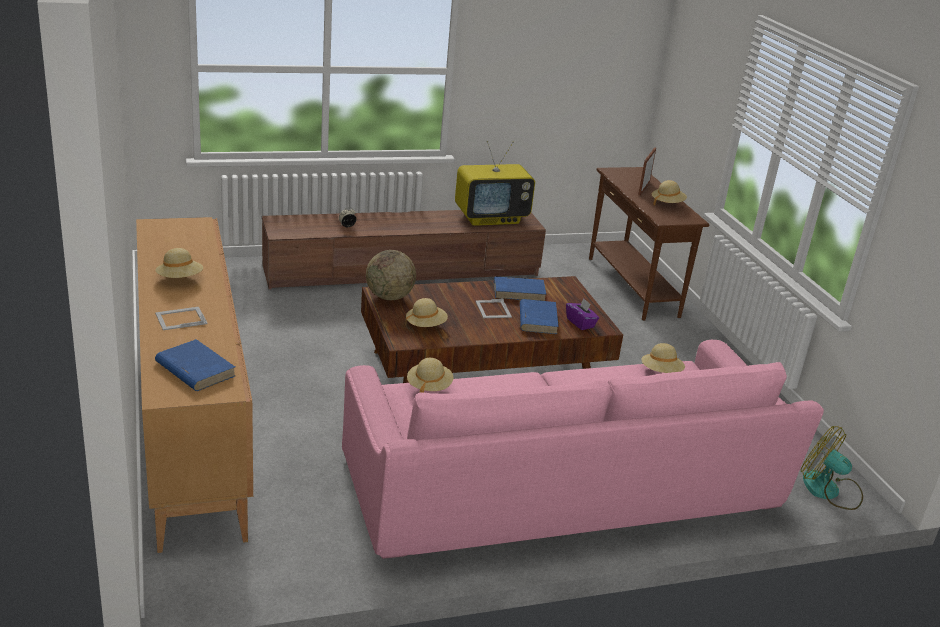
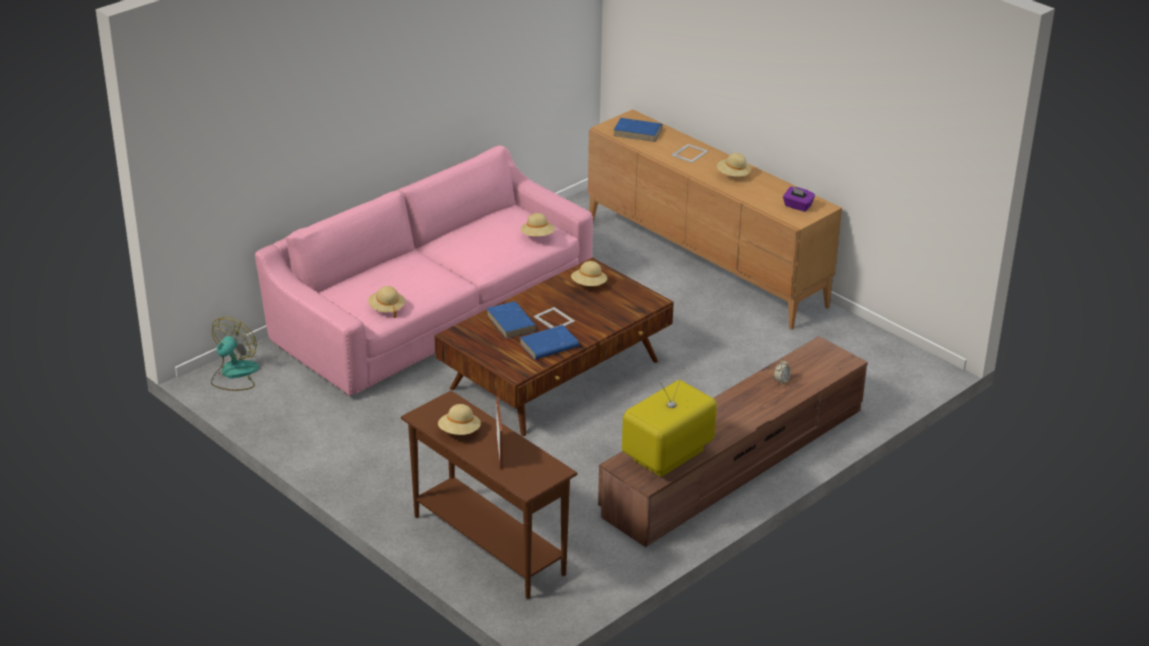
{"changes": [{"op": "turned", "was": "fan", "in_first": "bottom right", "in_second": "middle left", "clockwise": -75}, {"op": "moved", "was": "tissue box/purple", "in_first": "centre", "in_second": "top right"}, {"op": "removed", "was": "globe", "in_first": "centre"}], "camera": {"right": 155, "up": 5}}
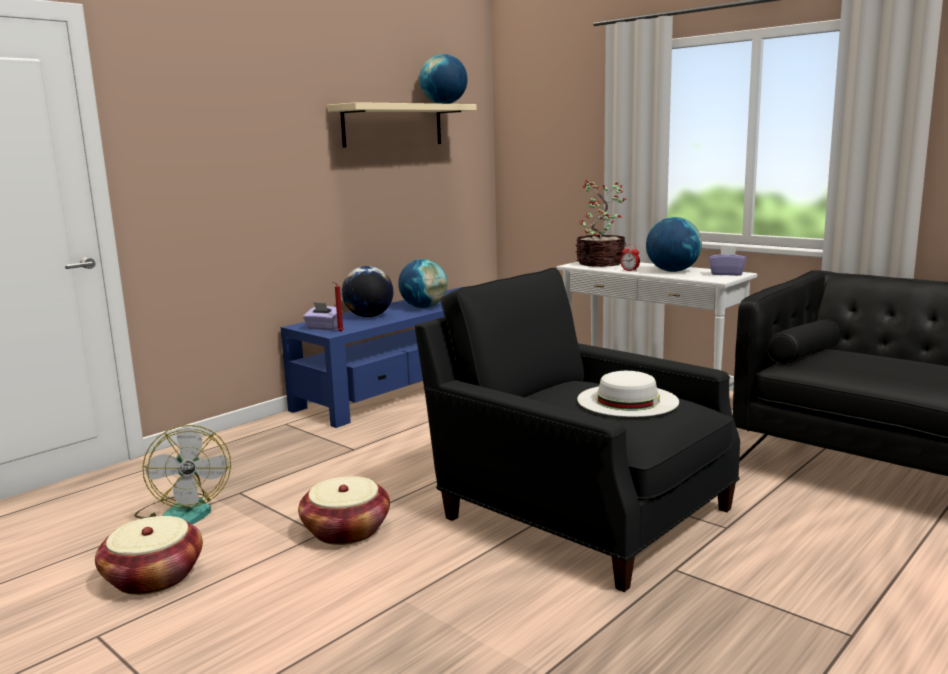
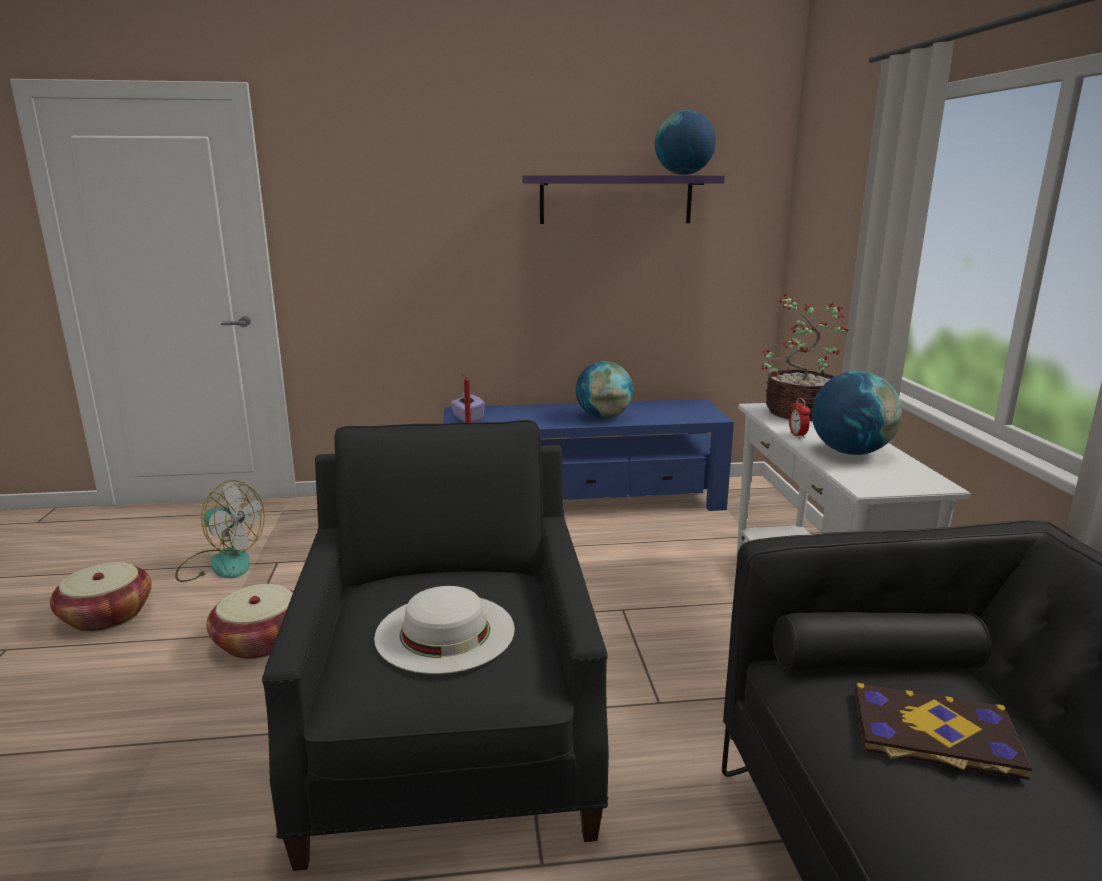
{"changes": [{"op": "turned", "was": "fan", "in_first": "bottom left", "in_second": "middle left", "clockwise": -90}, {"op": "recoloured", "was": "shelf/beige", "now": "shelf/purple", "in_first": "top centre", "in_second": "top centre"}, {"op": "added", "now": "book", "in_second": "bottom right"}, {"op": "removed", "was": "globe (1st from left)", "in_first": "centre"}, {"op": "removed", "was": "tissue box/purple (2nd from left)", "in_first": "middle right"}], "camera": {"right": 40, "up": 5}}
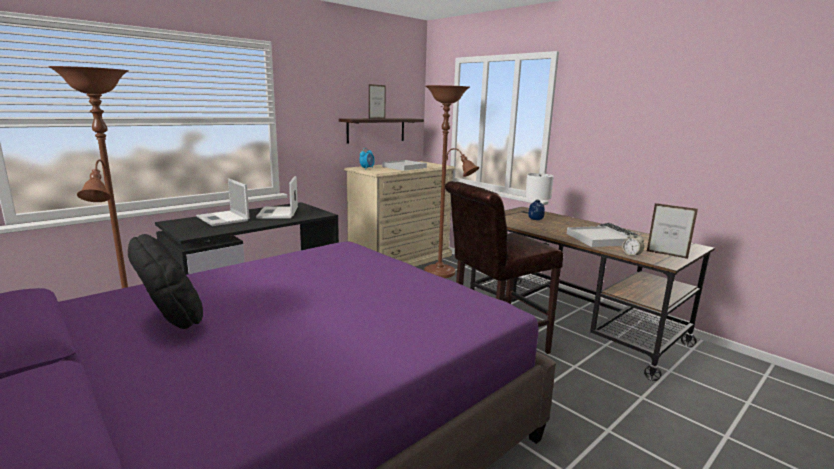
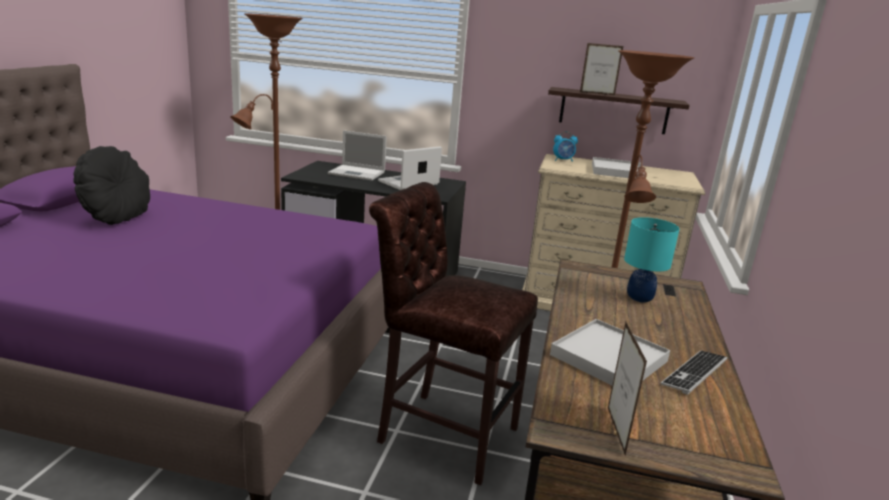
{"changes": [{"op": "turned", "was": "laptop (1st from left)", "in_first": "middle left", "in_second": "top centre", "clockwise": -90}, {"op": "recoloured", "was": "table lamp/white", "now": "table lamp/turquoise", "in_first": "centre", "in_second": "middle right"}, {"op": "removed", "was": "alarm clock (2nd from left)", "in_first": "middle right"}], "camera": {"right": 55, "up": 5}}
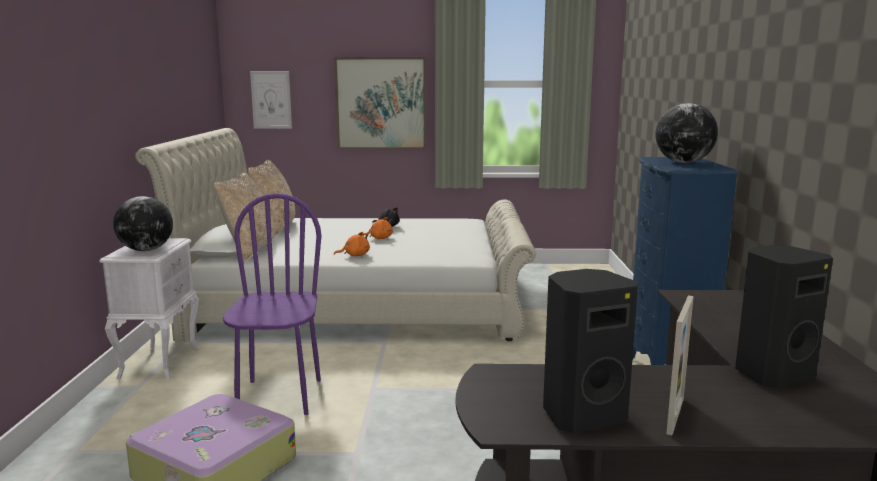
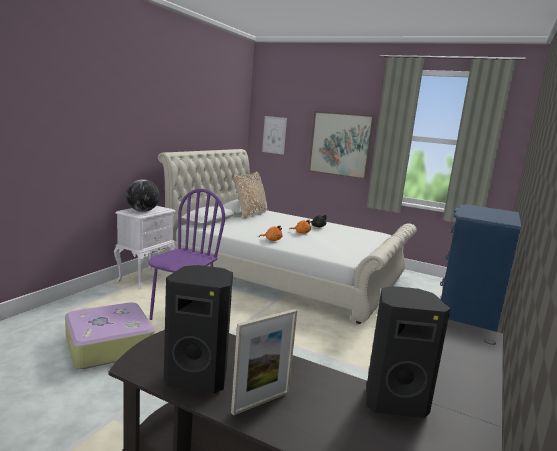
{"changes": [{"op": "removed", "was": "pillow/beige (1st from left)", "in_first": "middle left"}, {"op": "removed", "was": "globe (2nd from left)", "in_first": "top right"}], "camera": {"right": 25, "up": 0}}
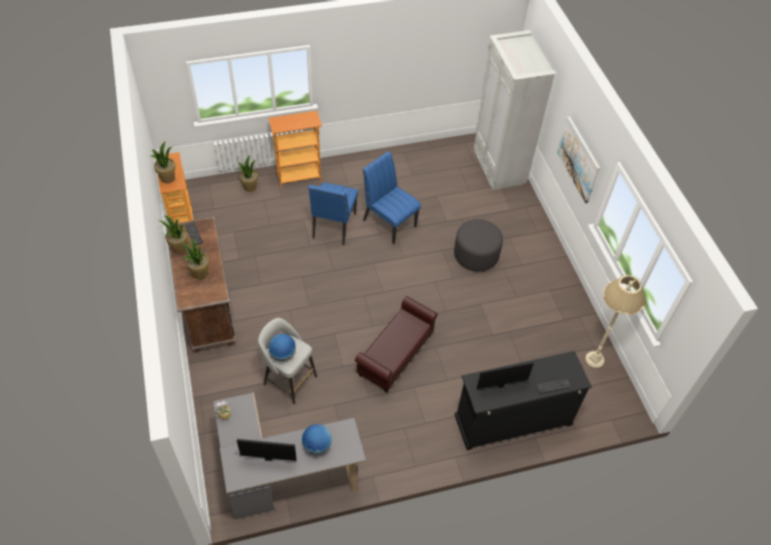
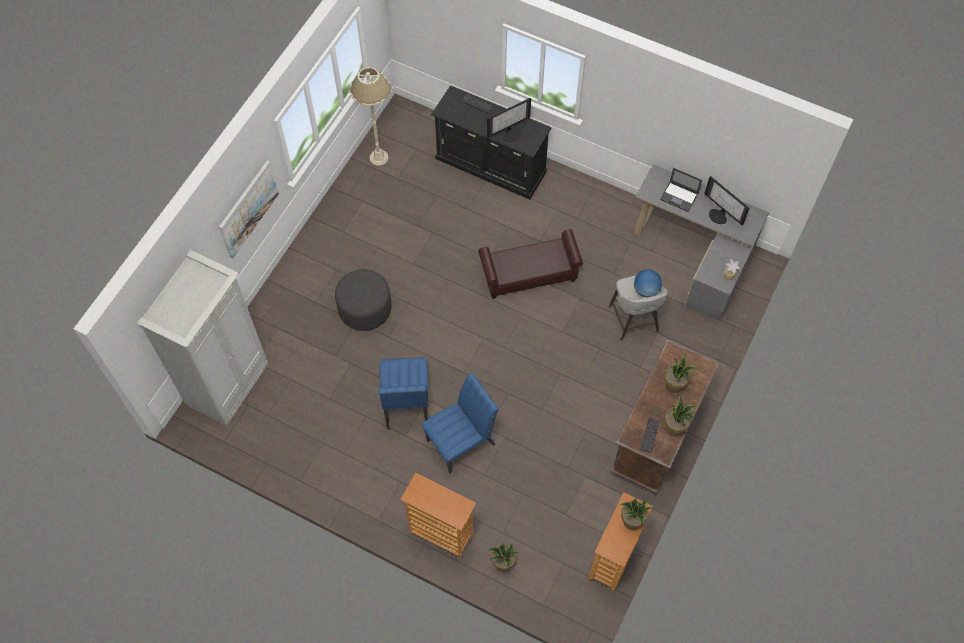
{"changes": [{"op": "turned", "was": "monitor (2nd from left in the first image)", "in_first": "bottom centre", "in_second": "top centre", "clockwise": -60}, {"op": "replaced", "was": "globe (2nd from left)", "now": "laptop", "in_first": "bottom centre", "in_second": "top right"}], "camera": {"right": -135, "up": 10}}
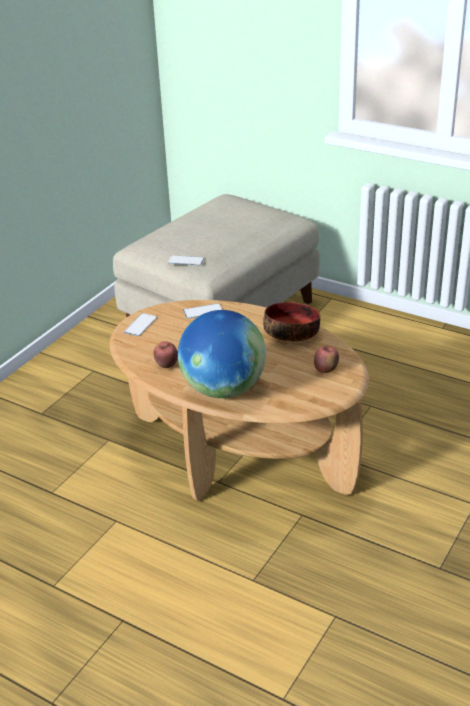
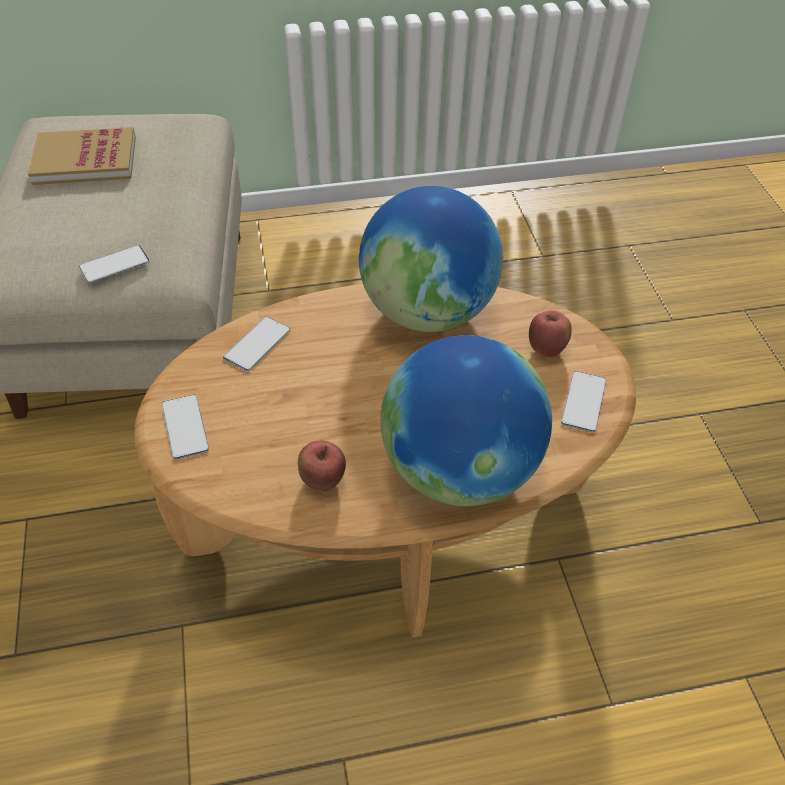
{"changes": [{"op": "added", "now": "book", "in_second": "top left"}, {"op": "replaced", "was": "bowl", "now": "globe (1st from left)", "in_first": "centre", "in_second": "top centre"}, {"op": "added", "now": "phone (4th from left)", "in_second": "middle right"}], "camera": {"right": -45, "up": 15}}
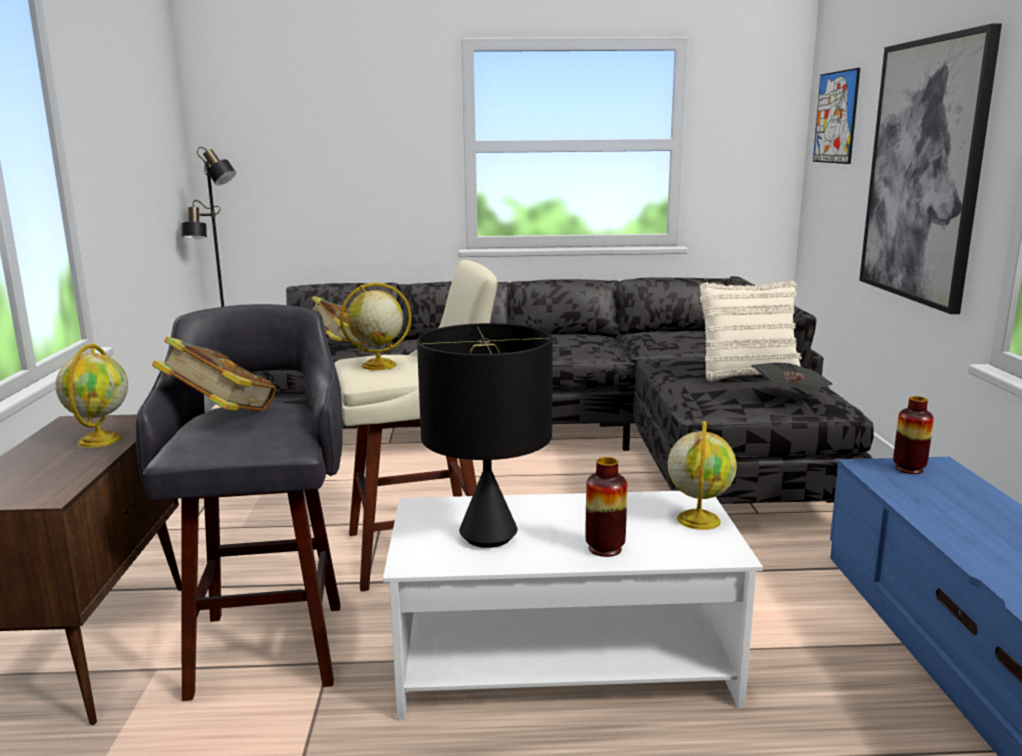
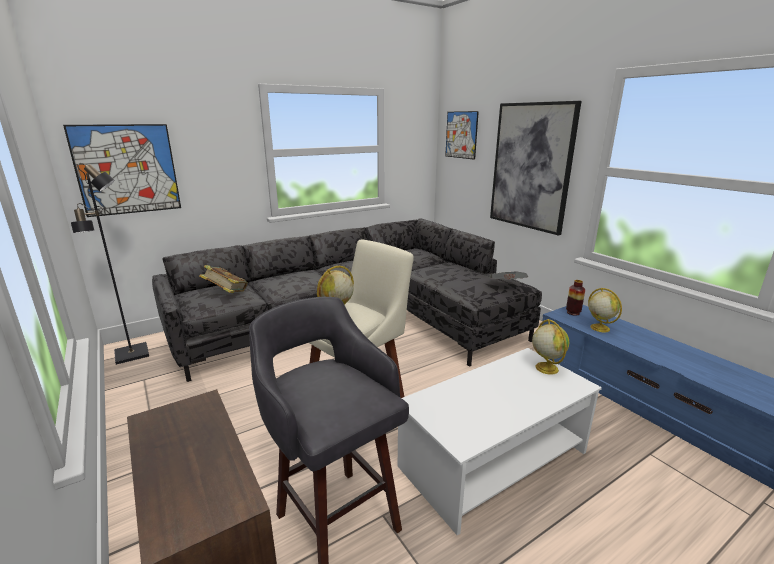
{"changes": [{"op": "added", "now": "picture (1st from left)", "in_second": "top left"}, {"op": "moved", "was": "globe (1st from left in the first image)", "now": "globe (3rd from left)", "in_first": "middle left", "in_second": "middle right"}, {"op": "removed", "was": "book (1st from left)", "in_first": "middle left"}, {"op": "removed", "was": "table lamp/black", "in_first": "centre"}, {"op": "removed", "was": "vase (1st from left)", "in_first": "bottom centre"}, {"op": "removed", "was": "pillow/beige", "in_first": "middle right"}], "camera": {"right": -30, "up": 5}}
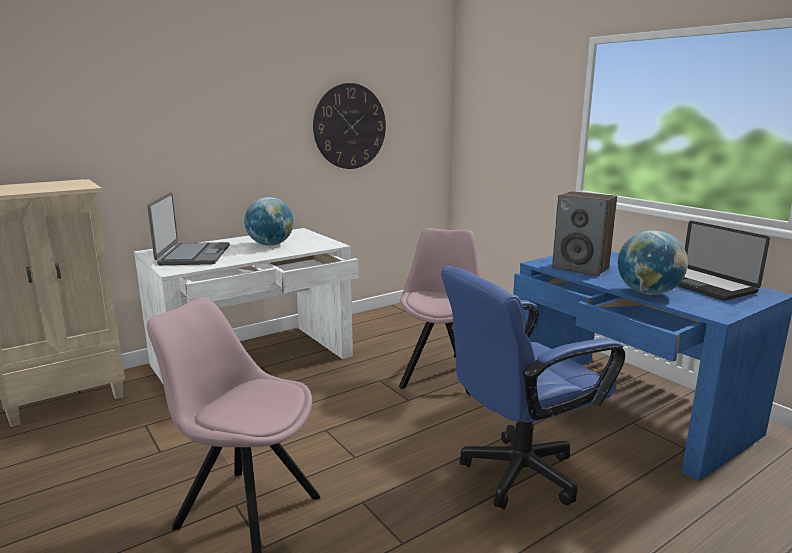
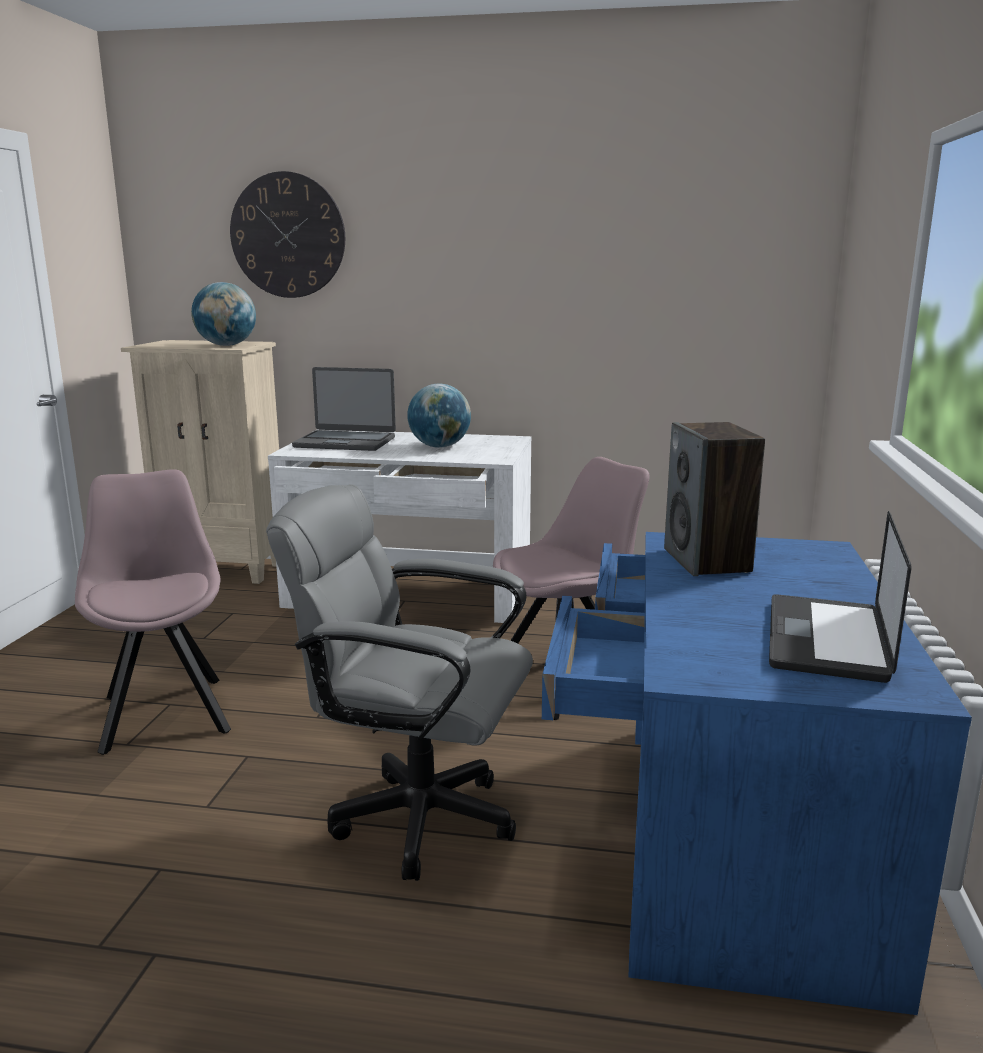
{"changes": [{"op": "moved", "was": "globe (2nd from left in the first image)", "now": "globe (1st from left)", "in_first": "middle right", "in_second": "top left"}, {"op": "moved", "was": "wall clock", "in_first": "top centre", "in_second": "top left"}, {"op": "recoloured", "was": "office chair/blue", "now": "office chair/grey", "in_first": "bottom right", "in_second": "centre"}, {"op": "turned", "was": "laptop (1st from left)", "in_first": "middle left", "in_second": "centre", "clockwise": 60}], "camera": {"right": 45, "up": 0}}
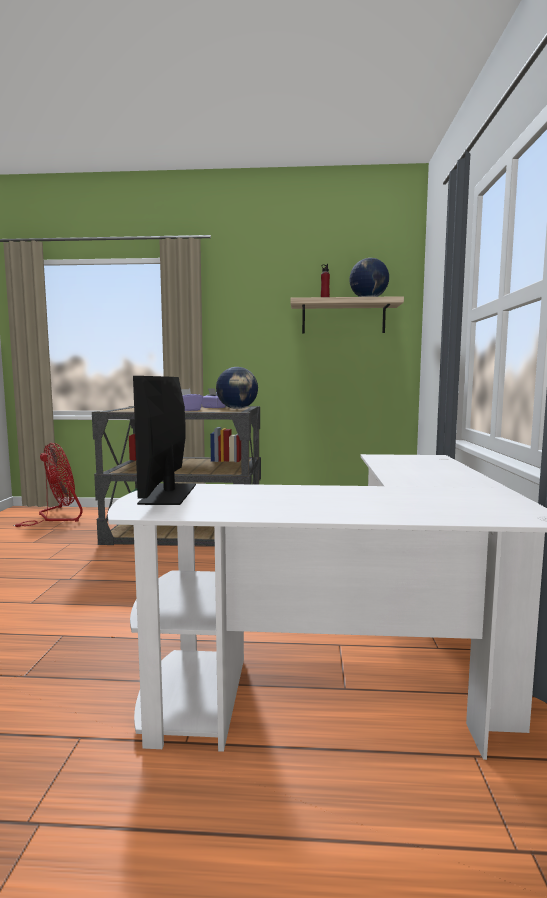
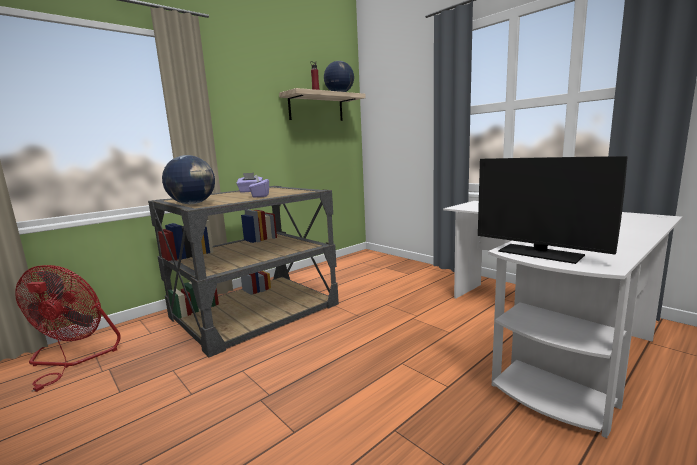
{"changes": [{"op": "moved", "was": "globe (1st from left)", "in_first": "centre", "in_second": "middle left"}], "camera": {"right": -45, "up": 5}}
